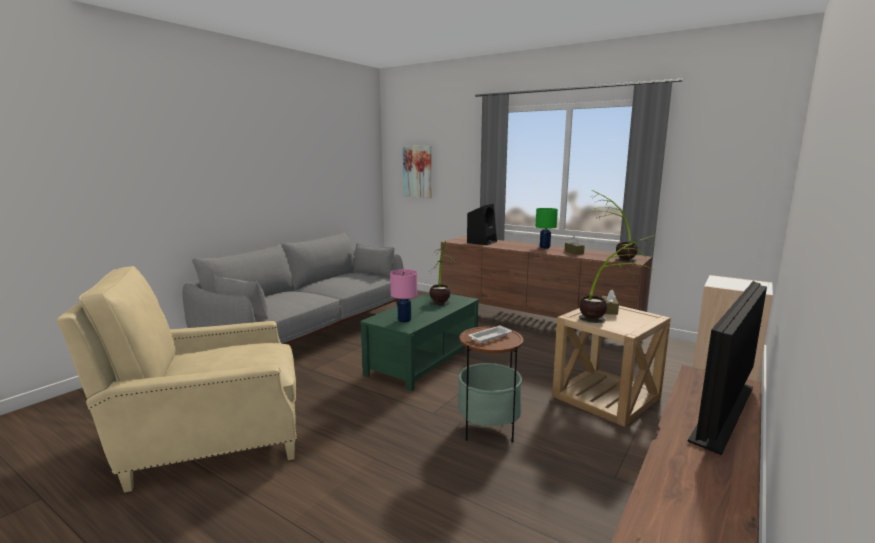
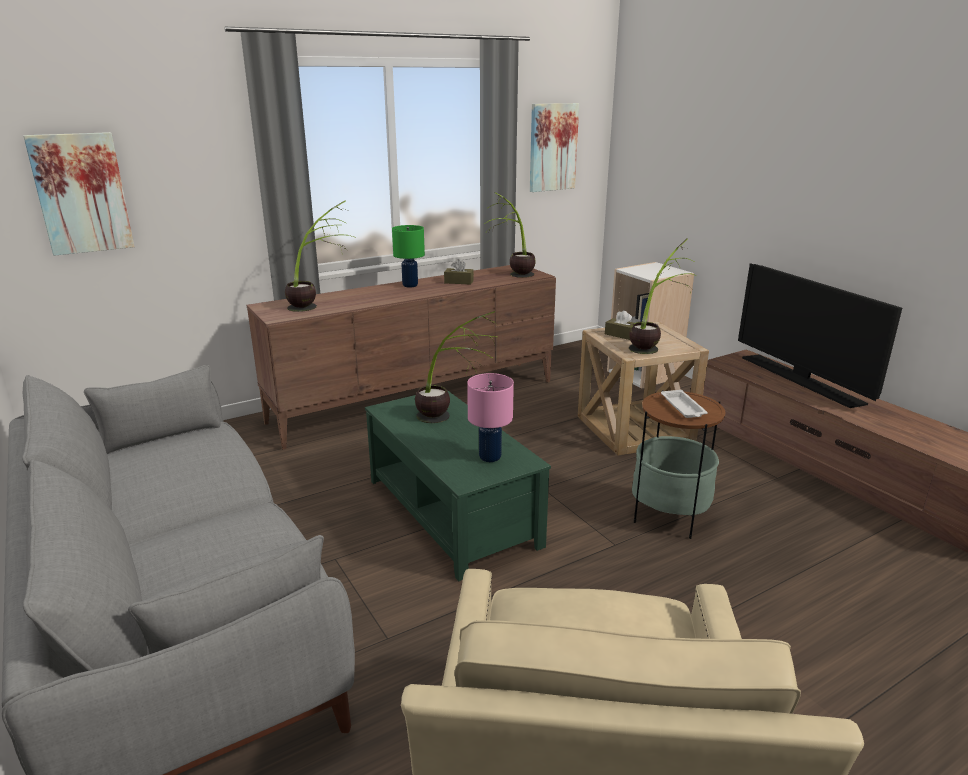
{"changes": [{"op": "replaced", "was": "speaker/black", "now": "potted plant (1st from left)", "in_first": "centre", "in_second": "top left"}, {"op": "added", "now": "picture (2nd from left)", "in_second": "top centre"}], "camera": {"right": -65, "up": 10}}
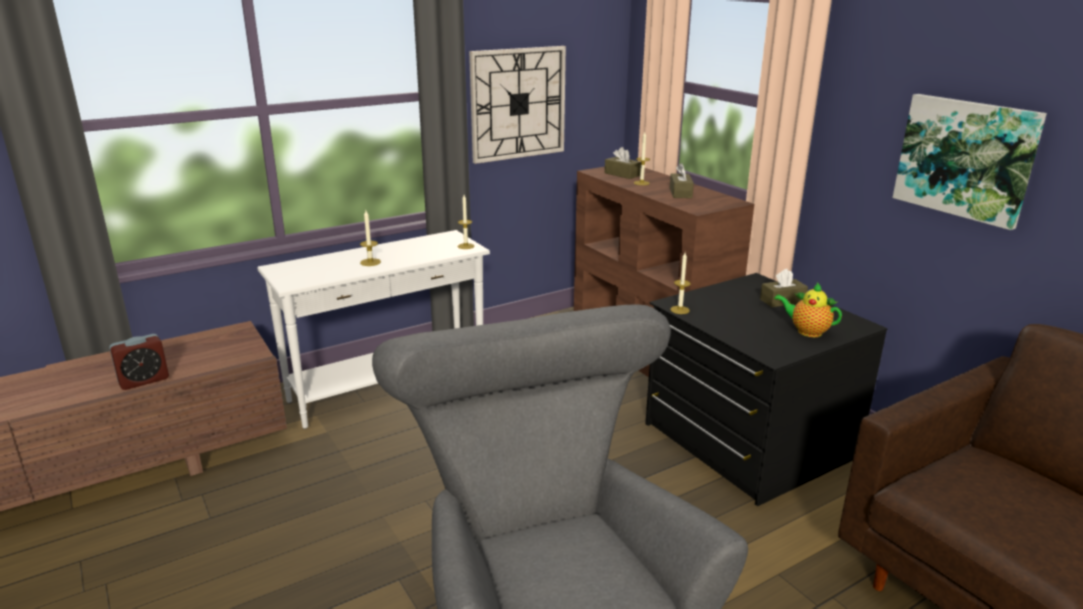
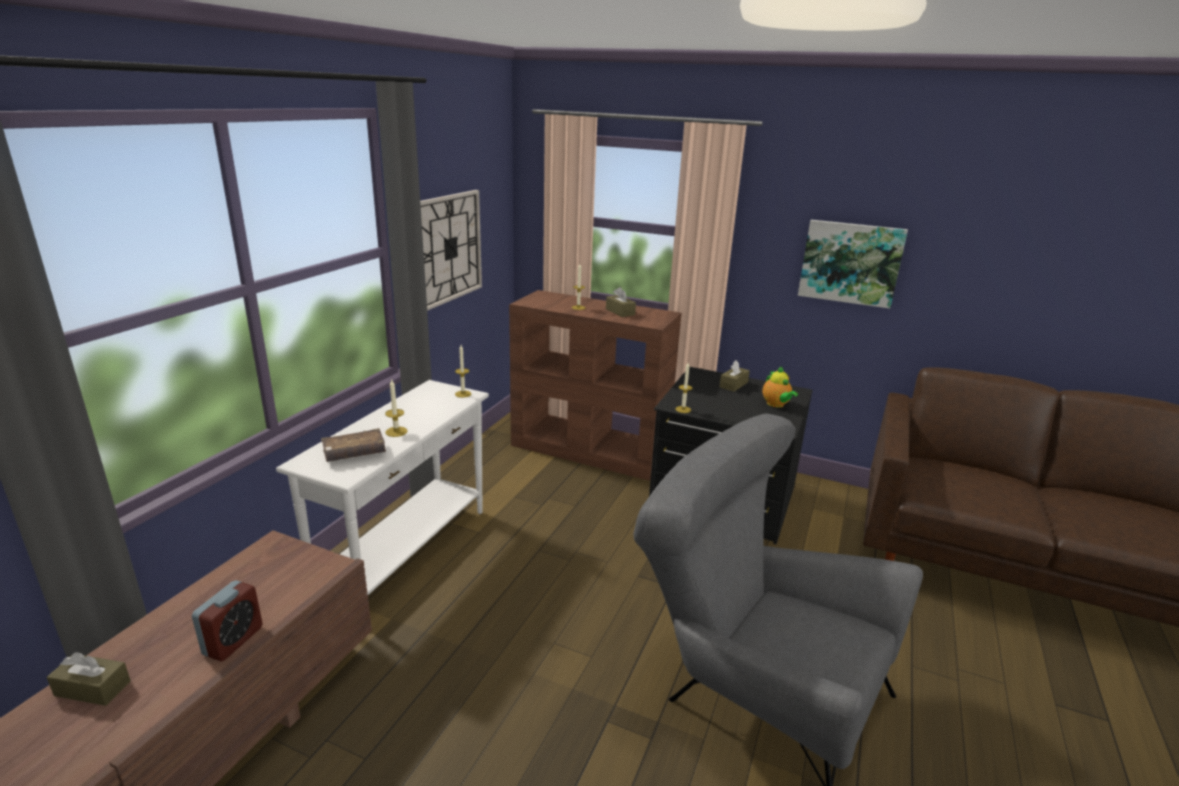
{"changes": [{"op": "moved", "was": "tissue box/brown (1st from left)", "in_first": "top centre", "in_second": "bottom left"}, {"op": "added", "now": "book/brown", "in_second": "middle left"}, {"op": "turned", "was": "teapot", "in_first": "middle right", "in_second": "centre", "clockwise": -105}], "camera": {"right": -35, "up": 0}}
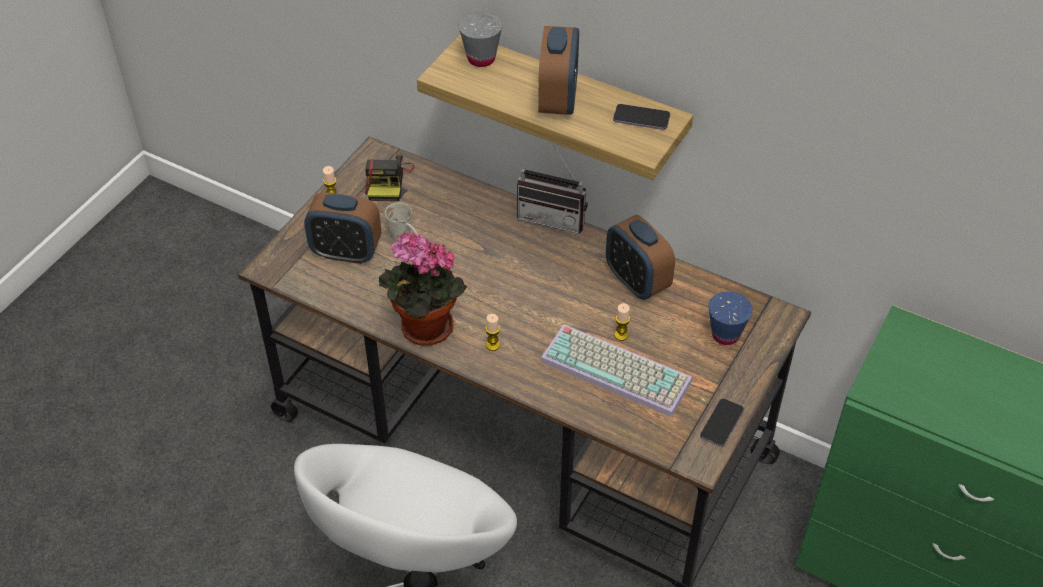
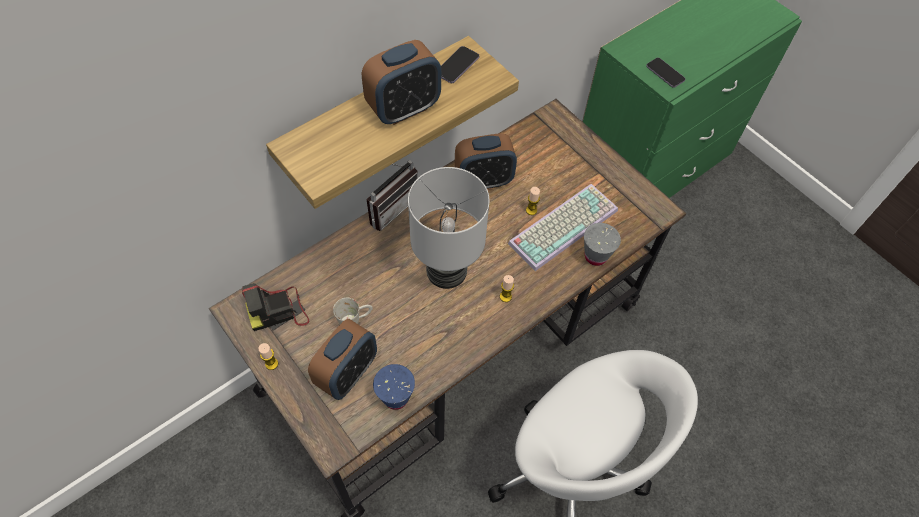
{"changes": [{"op": "turned", "was": "photo camera", "in_first": "top centre", "in_second": "middle left", "clockwise": 135}, {"op": "turned", "was": "alarm clock (2nd from left)", "in_first": "top centre", "in_second": "top centre", "clockwise": 120}, {"op": "moved", "was": "cup/blue", "in_first": "middle right", "in_second": "bottom centre"}, {"op": "added", "now": "table lamp/grey", "in_second": "centre"}, {"op": "moved", "was": "cup/grey", "in_first": "top centre", "in_second": "centre"}, {"op": "moved", "was": "phone (2nd from left)", "in_first": "bottom right", "in_second": "top right"}, {"op": "removed", "was": "potted plant", "in_first": "centre"}], "camera": {"right": -70, "up": 10}}
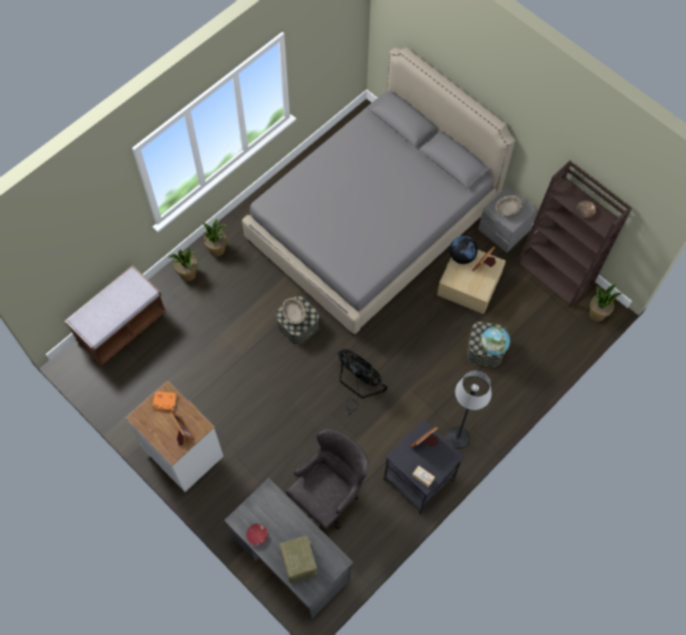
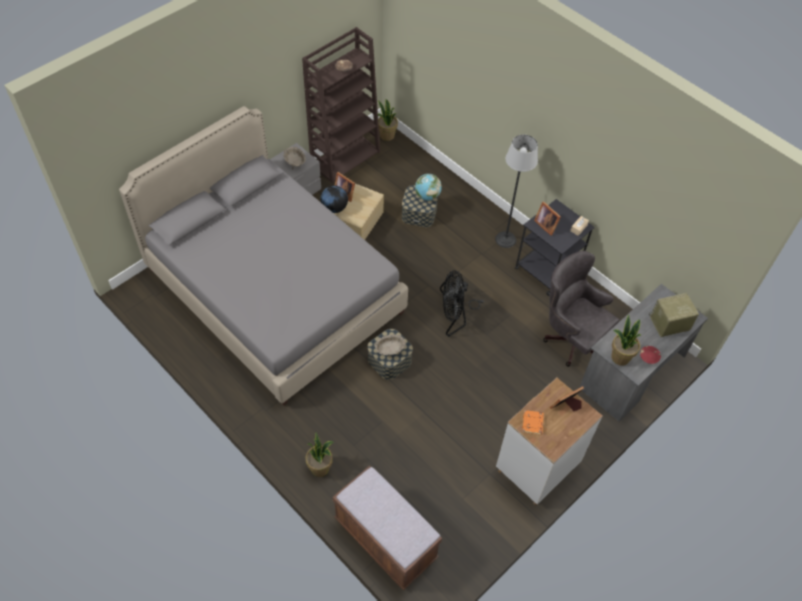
{"changes": [{"op": "turned", "was": "fan/black", "in_first": "centre", "in_second": "centre", "clockwise": -45}, {"op": "moved", "was": "potted plant (2nd from left in the first image)", "now": "potted plant (3rd from left)", "in_first": "middle left", "in_second": "middle right"}], "camera": {"right": -90, "up": -10}}
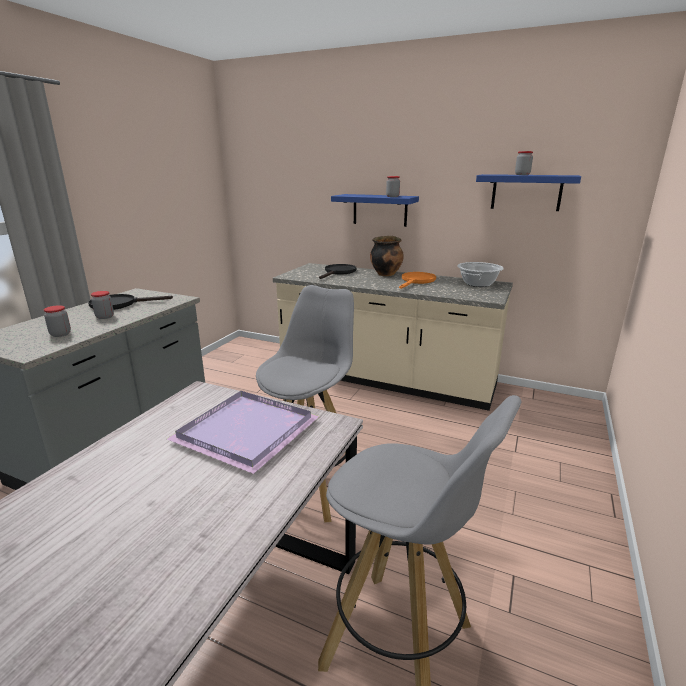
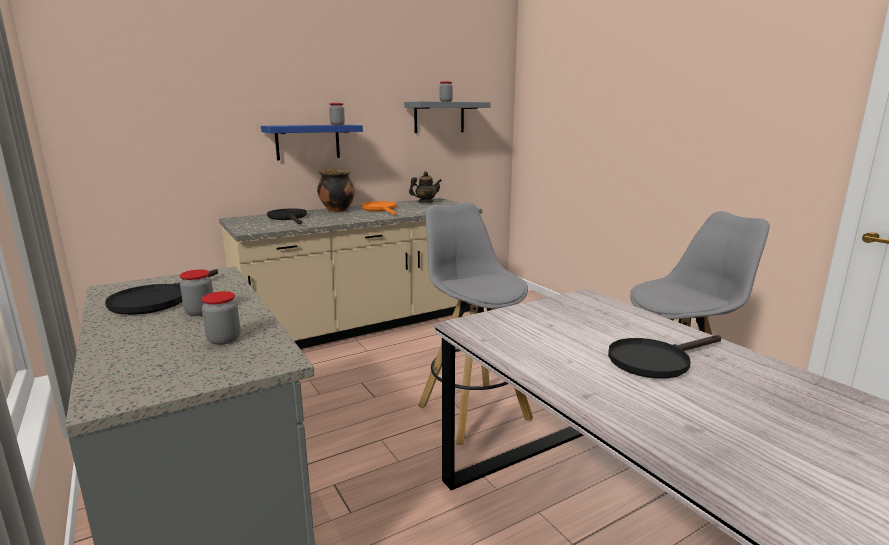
{"changes": [{"op": "recoloured", "was": "shelf/blue (2nd from left)", "now": "shelf/grey", "in_first": "top right", "in_second": "top centre"}, {"op": "replaced", "was": "cooking pot (2nd from left)", "now": "teapot", "in_first": "middle right", "in_second": "centre"}, {"op": "added", "now": "frying pan/black (3rd from left)", "in_second": "middle right"}, {"op": "removed", "was": "tray/purple", "in_first": "centre"}], "camera": {"right": -55, "up": -5}}
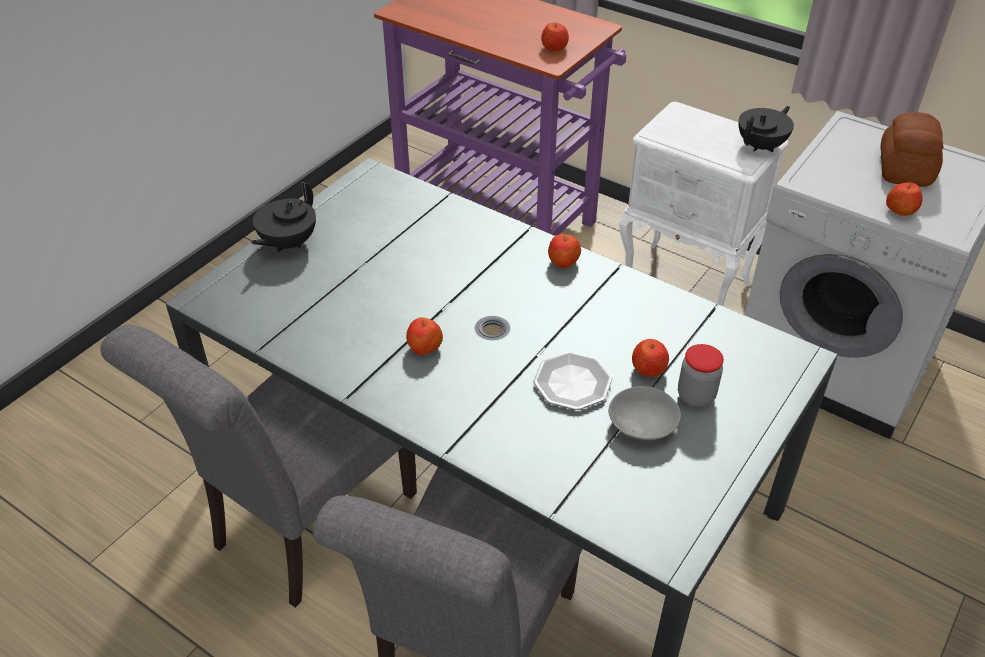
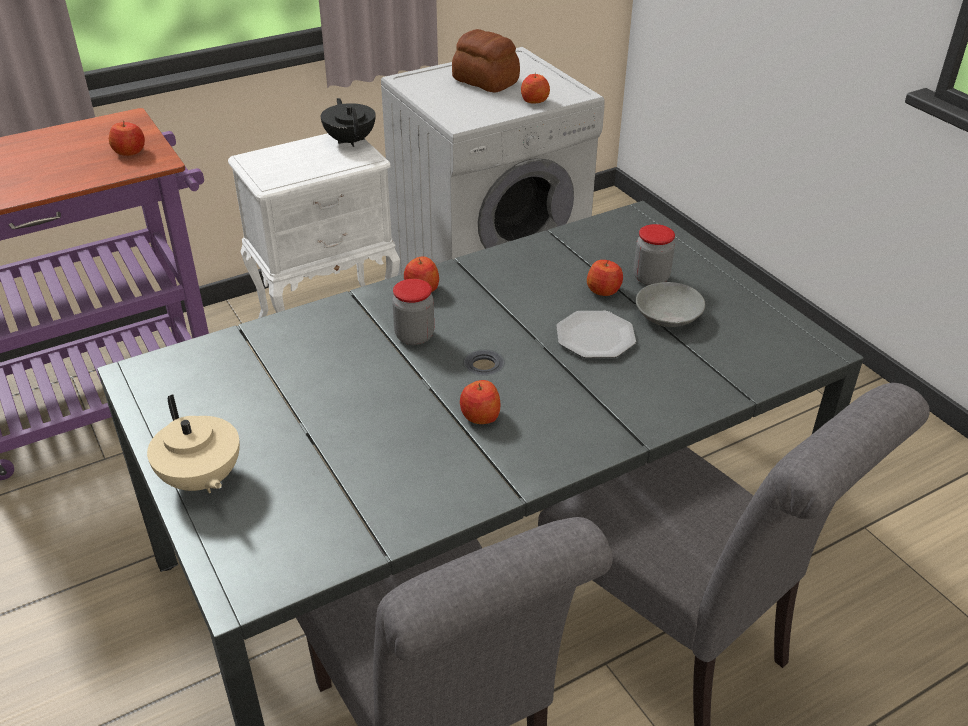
{"changes": [{"op": "recoloured", "was": "teapot/black (1st from left)", "now": "teapot/beige", "in_first": "top left", "in_second": "middle left"}, {"op": "added", "now": "jar (1st from left)", "in_second": "centre"}], "camera": {"right": -65, "up": -5}}
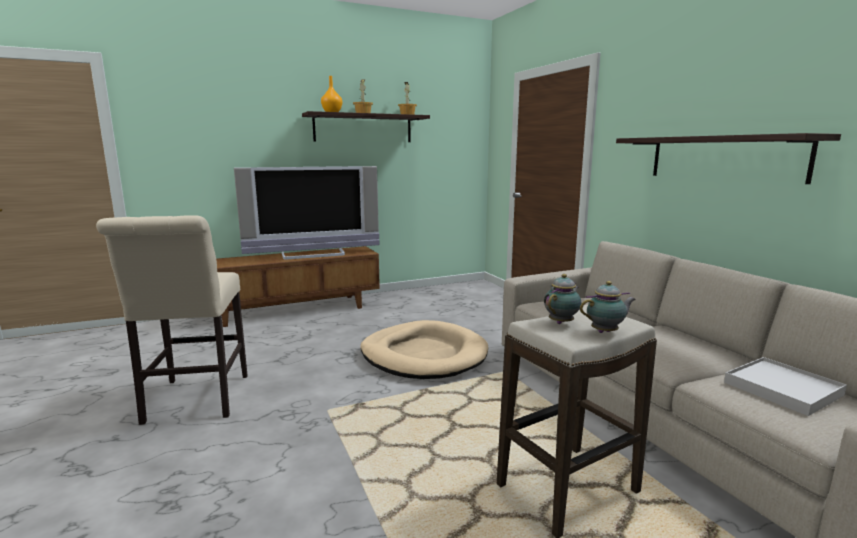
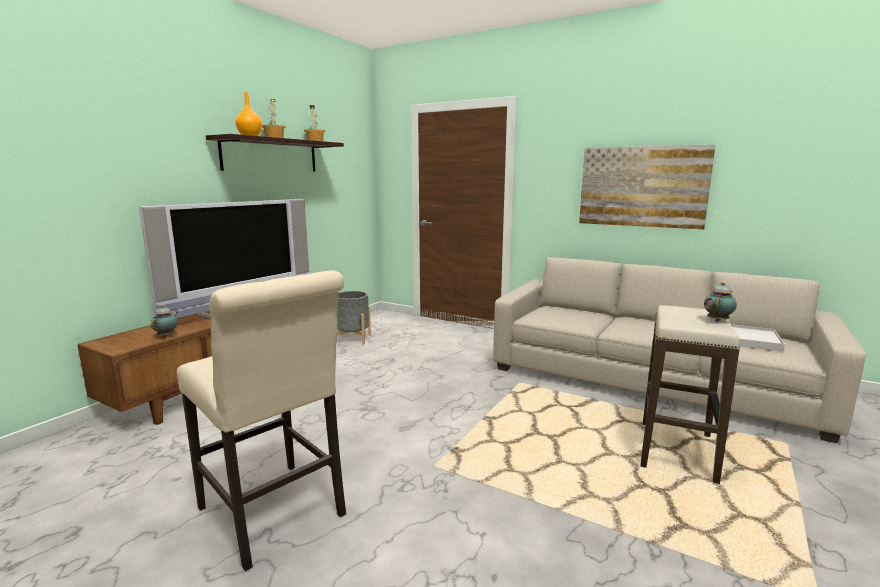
{"changes": [{"op": "moved", "was": "teapot (1st from left)", "in_first": "centre", "in_second": "middle left"}, {"op": "added", "now": "planter/grey", "in_second": "centre"}, {"op": "replaced", "was": "shelf (2nd from left)", "now": "picture", "in_first": "top right", "in_second": "top right"}, {"op": "removed", "was": "dog bed/beige", "in_first": "centre"}], "camera": {"right": -35, "up": 0}}
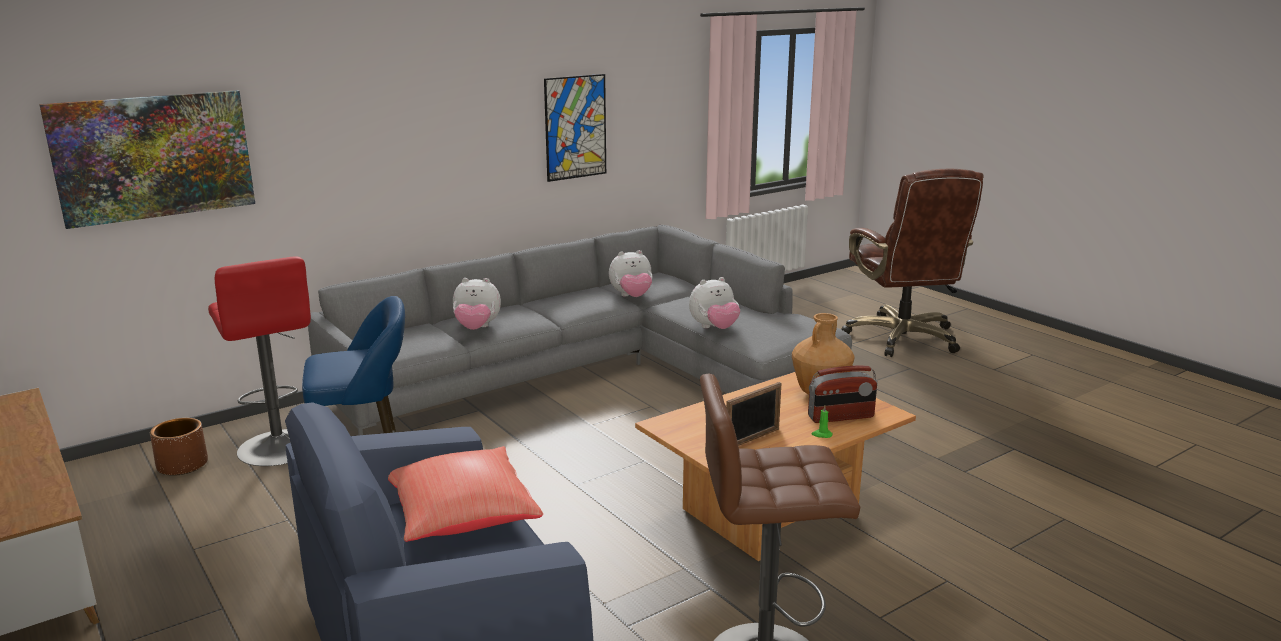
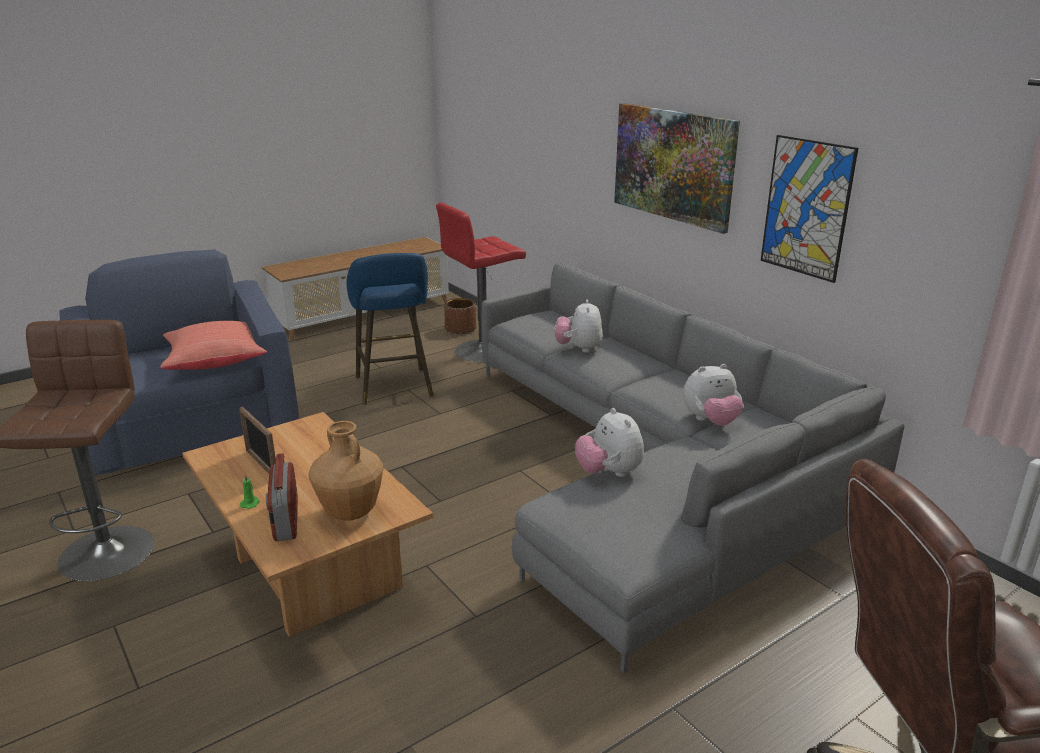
{"changes": [{"op": "moved", "was": "picture (1st from left)", "in_first": "top left", "in_second": "top centre"}, {"op": "turned", "was": "plush toy (2nd from left in the first image)", "in_first": "centre", "in_second": "middle right", "clockwise": -90}], "camera": {"right": 90, "up": 5}}
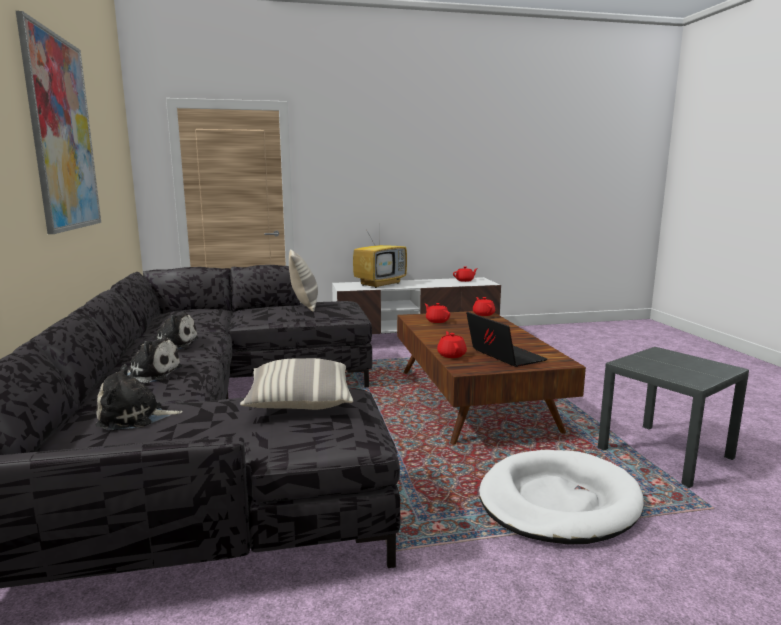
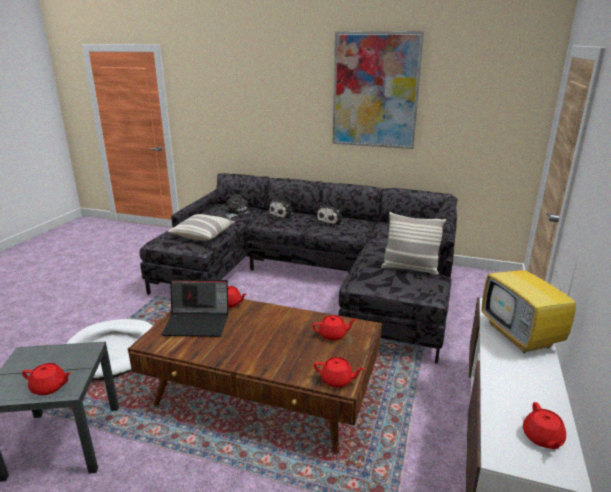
{"changes": [{"op": "added", "now": "teapot/red (1st from left)", "in_second": "bottom left"}], "camera": {"right": 120, "up": 10}}
